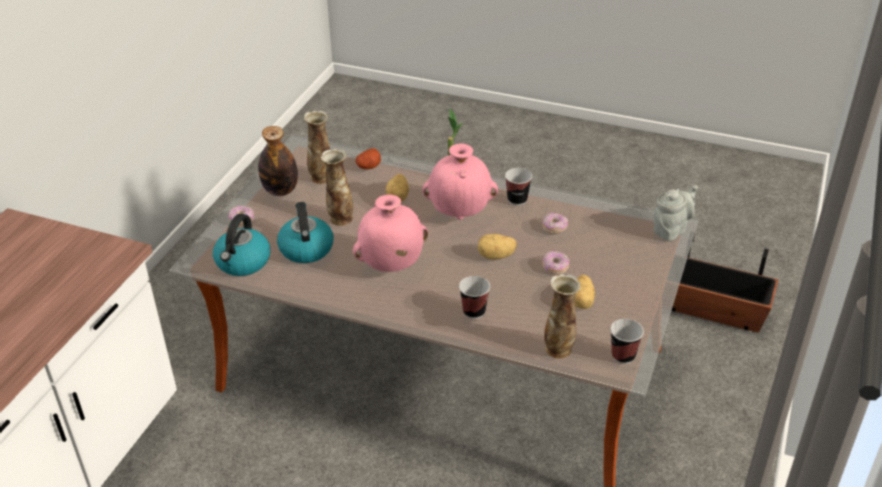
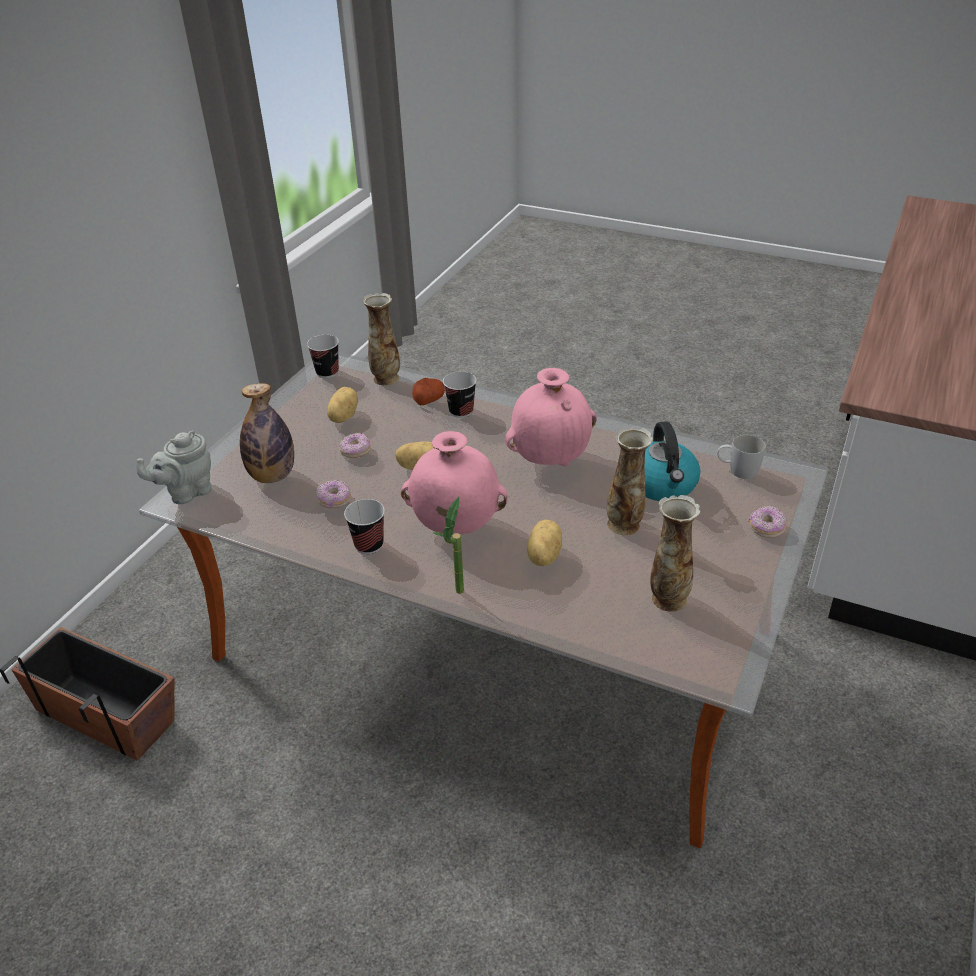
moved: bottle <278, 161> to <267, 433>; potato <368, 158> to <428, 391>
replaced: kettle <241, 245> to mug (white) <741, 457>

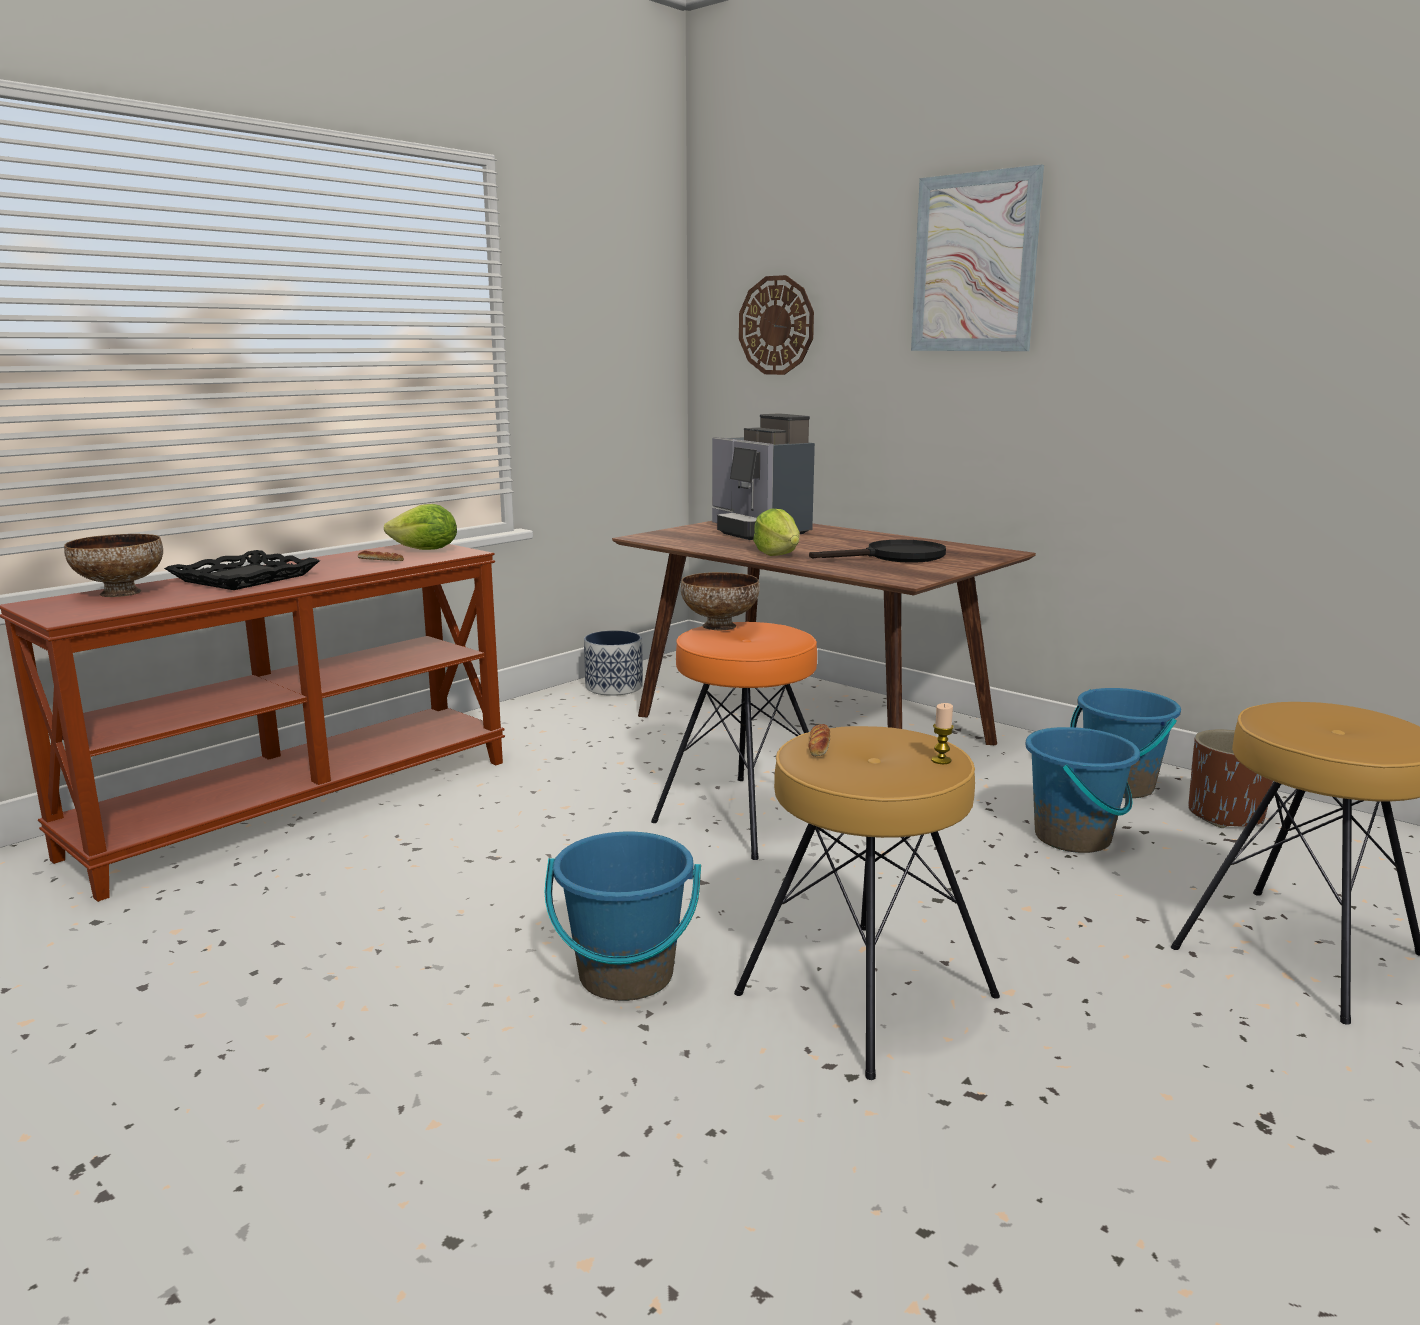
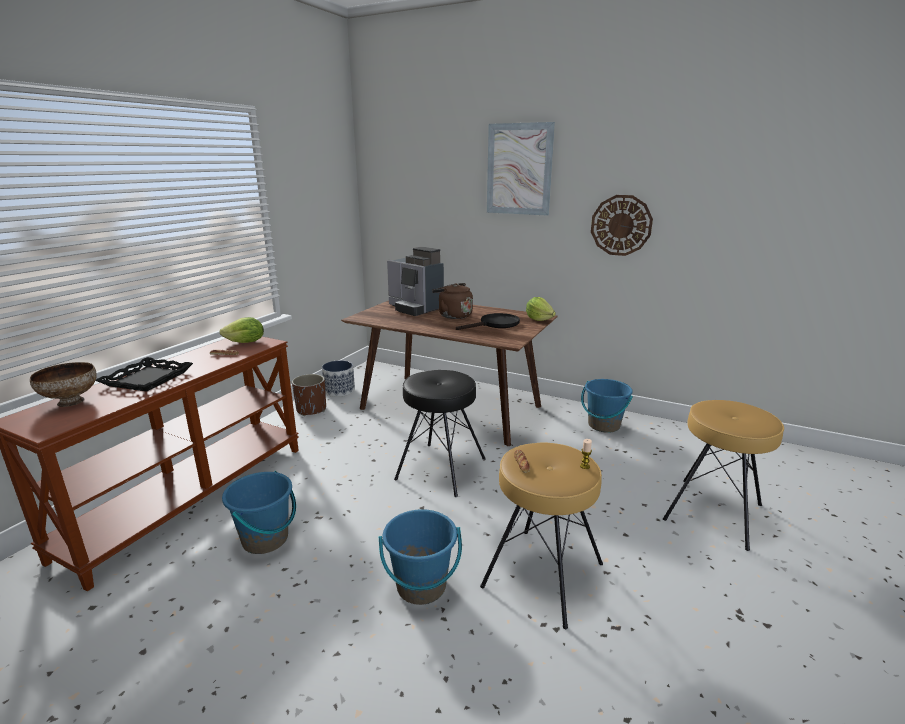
removed: bowl <720, 601>
added: kettle (brown) <452, 301>
moved: wall clock <776, 325> to <622, 225>; lettuce <776, 532> to <541, 309>; bucket (blue) <1082, 790> to <259, 512>; planter (brown) <1231, 778> to <309, 395>
recoloured: stool (orange) <734, 741> to stool (black) <439, 433>

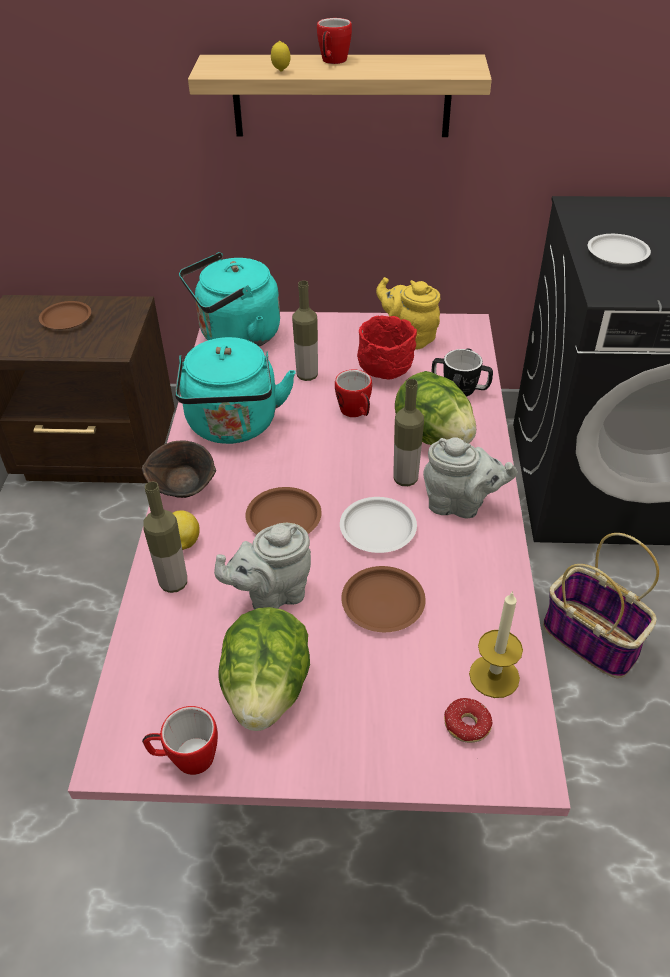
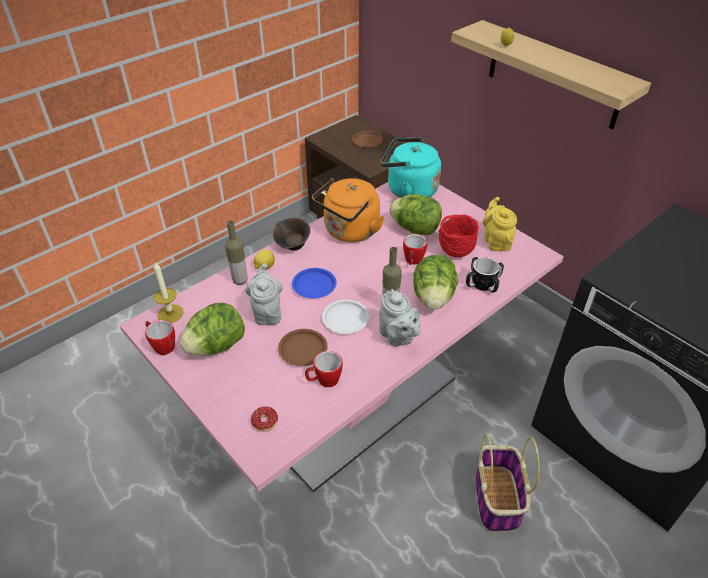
removed: plate (white) <619, 249>
moved: mug <334, 41> to <324, 369>; candle <496, 644> to <169, 292>
replaced: bottle <305, 330> to lettuce <415, 214>
recoloured: kettle (turquoise) <235, 390> to kettle (orange) <348, 210>; plate (brown) <284, 510> to plate (blue) <314, 283>
turned: teapot (grey) <262, 566> = <264, 294> 60 degrees clockwise

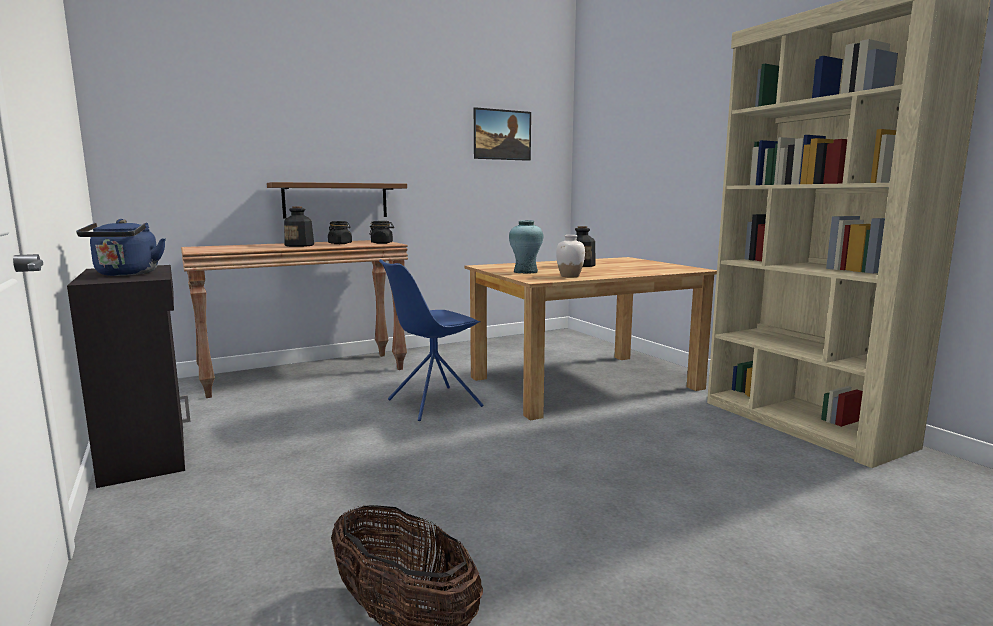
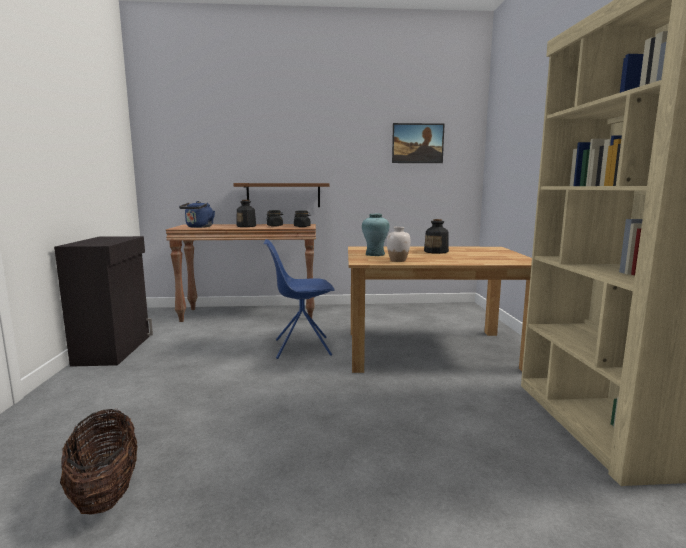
moved: kettle (blue) <121, 247> to <197, 214>

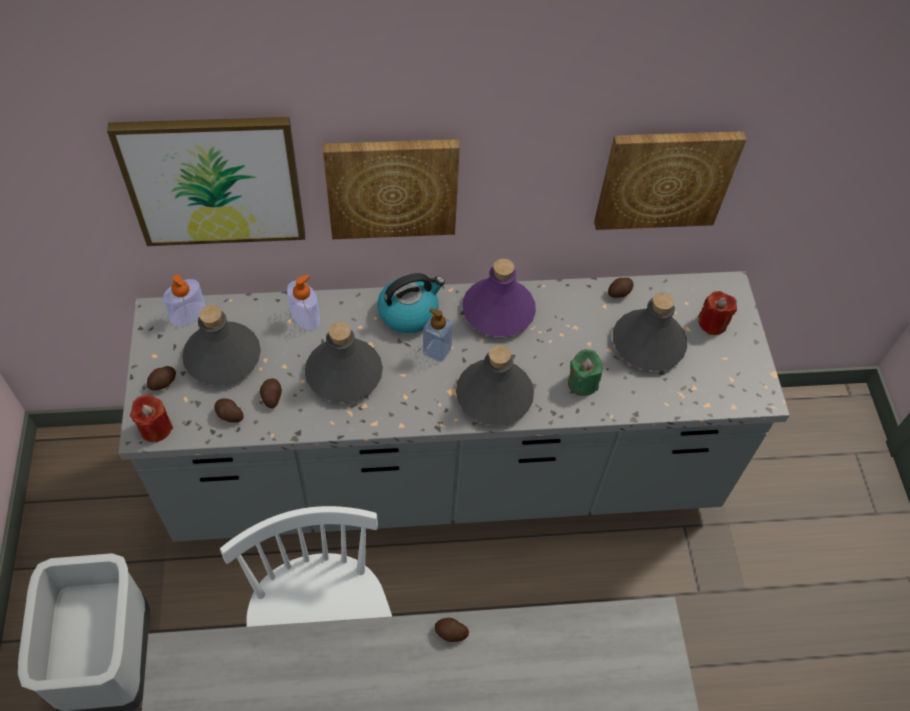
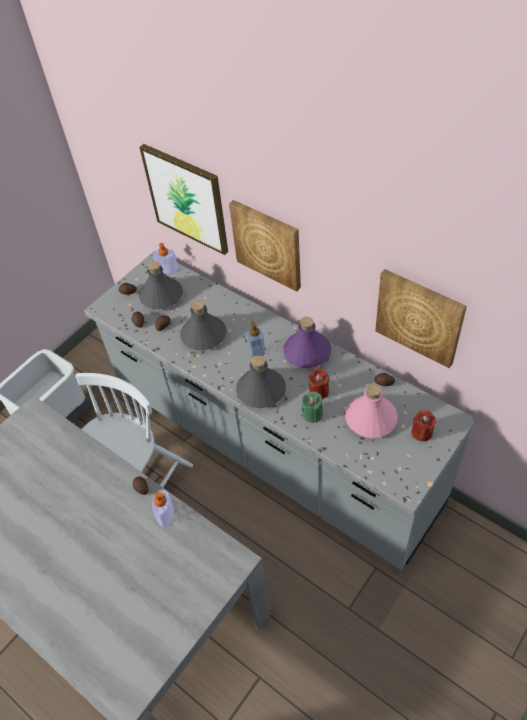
removed: kettle <411, 303>
moved: candle (red) <151, 418> to <319, 383>; soap dispenser <303, 302> to <163, 508>
recoloured: bottle (grey) <650, 331> to bottle (pink) <371, 410>

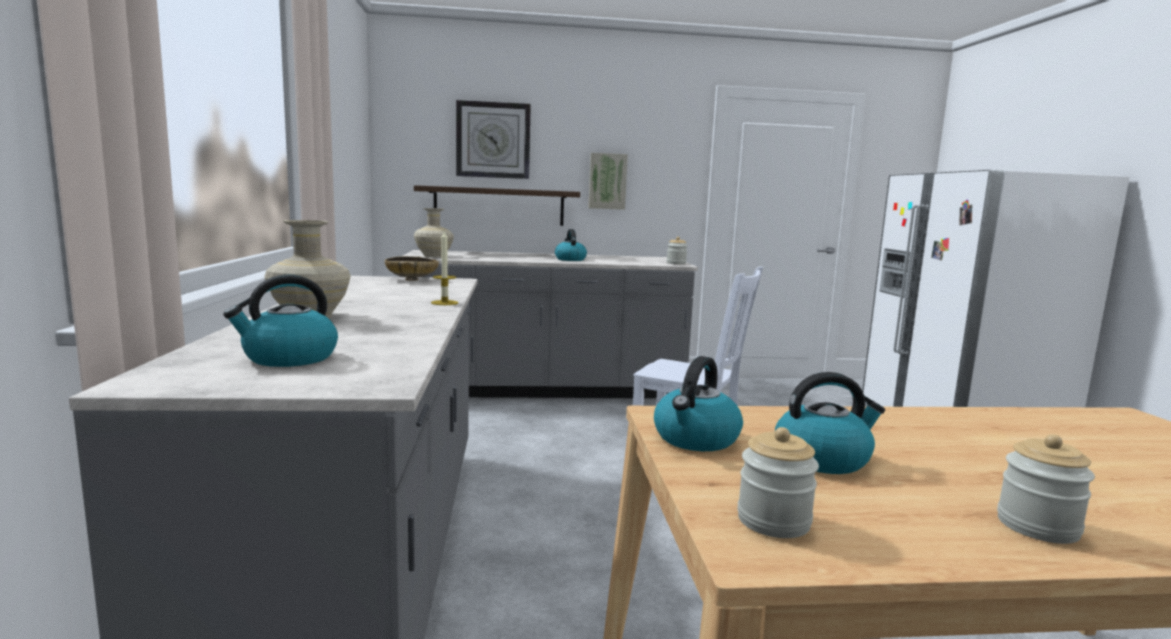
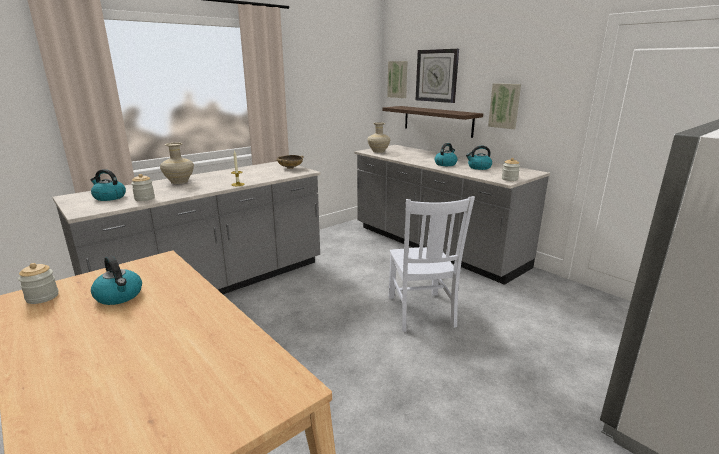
added: picture <397, 79>
moved: kettle <698, 403> to <479, 158>; jar <1046, 489> to <143, 187>

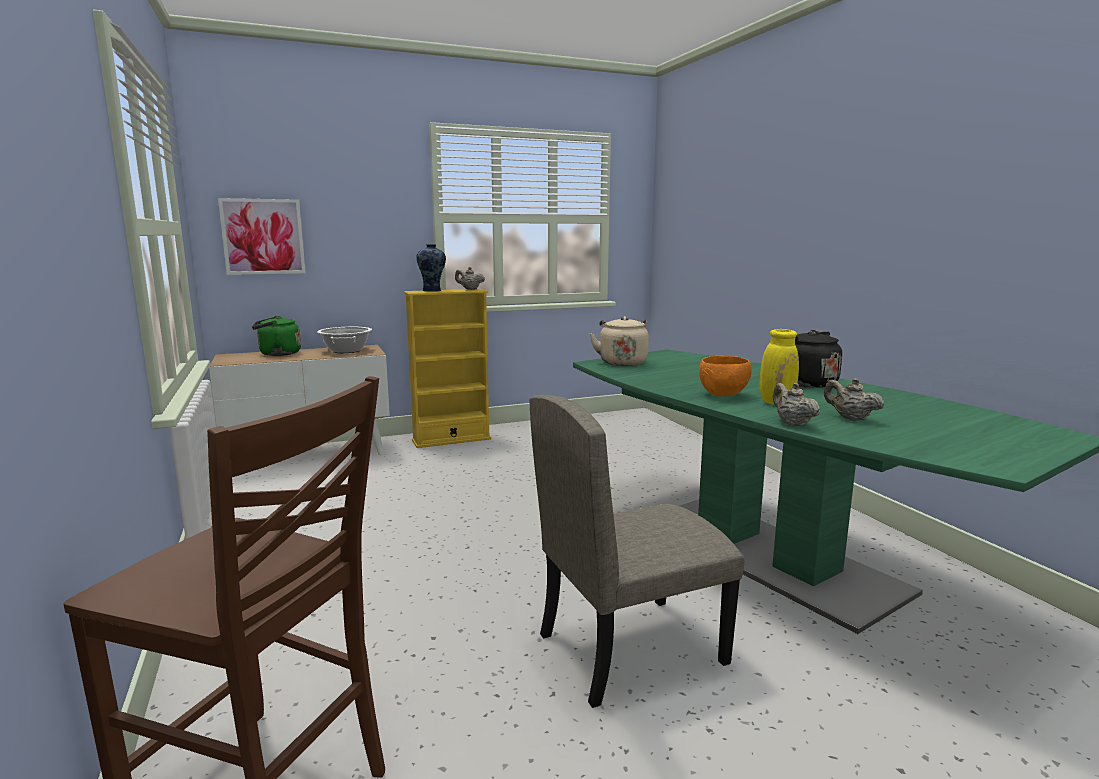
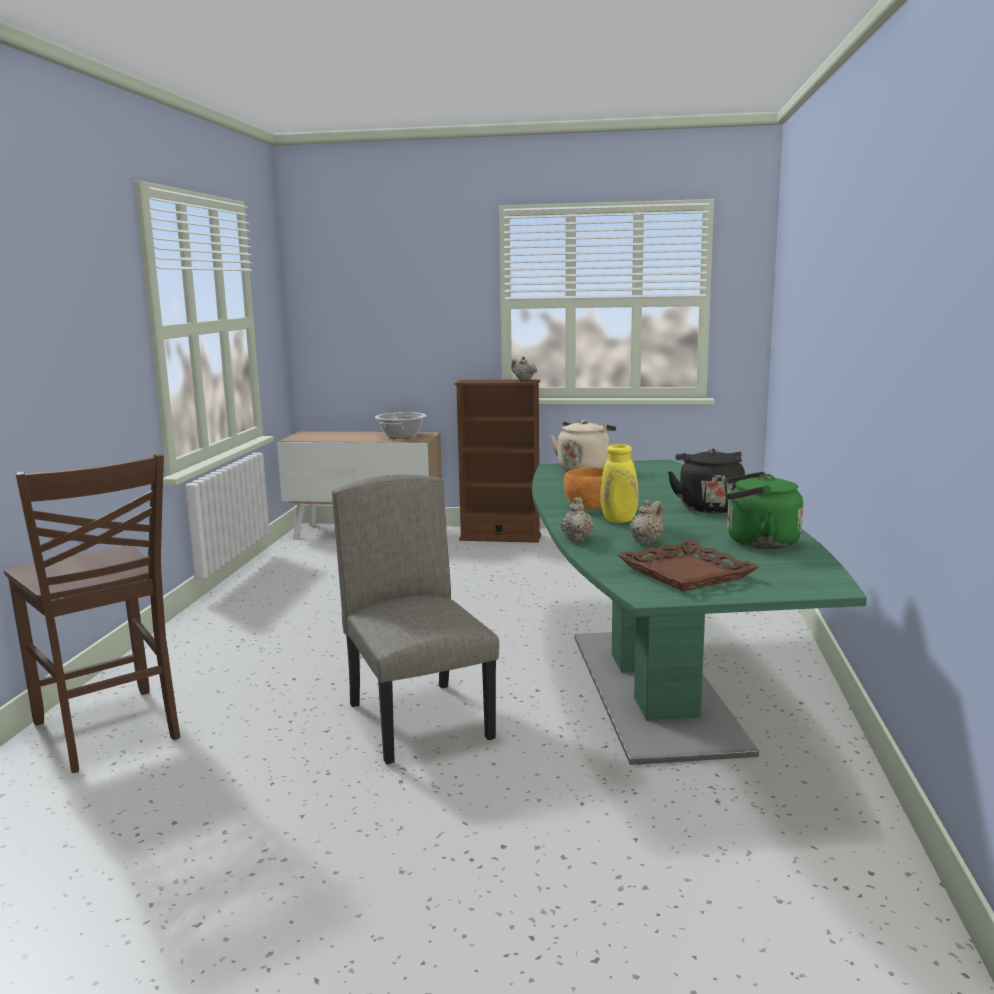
removed: picture <262, 236>; vase <431, 268>
added: tray (brown) <688, 565>
moved: kettle (green) <276, 336> to <763, 510>
recoloured: bookcase (yellow) <447, 368> to bookcase (brown) <498, 461>
turned: chair (beige) <636, 551> = <415, 619> 60 degrees clockwise; teapot (beige) <854, 399> = <647, 522> 45 degrees clockwise

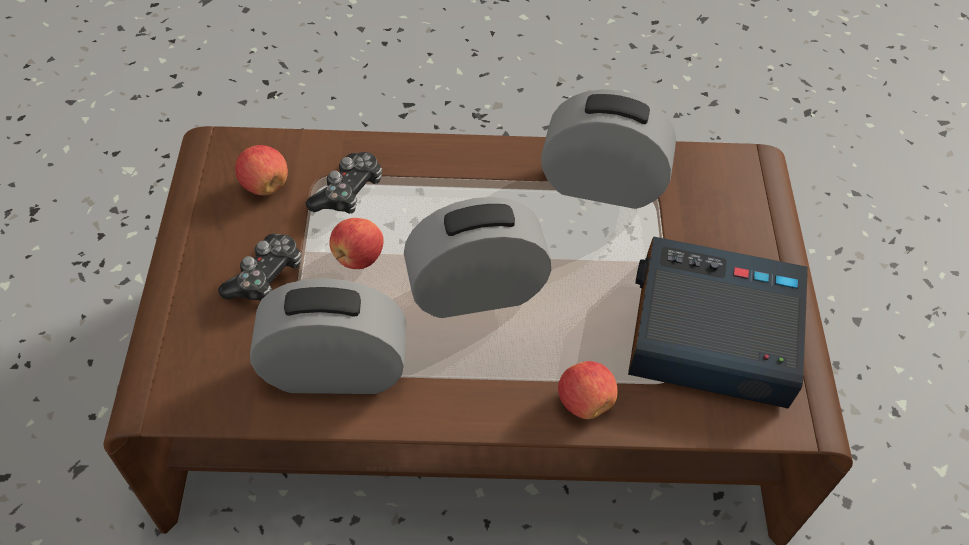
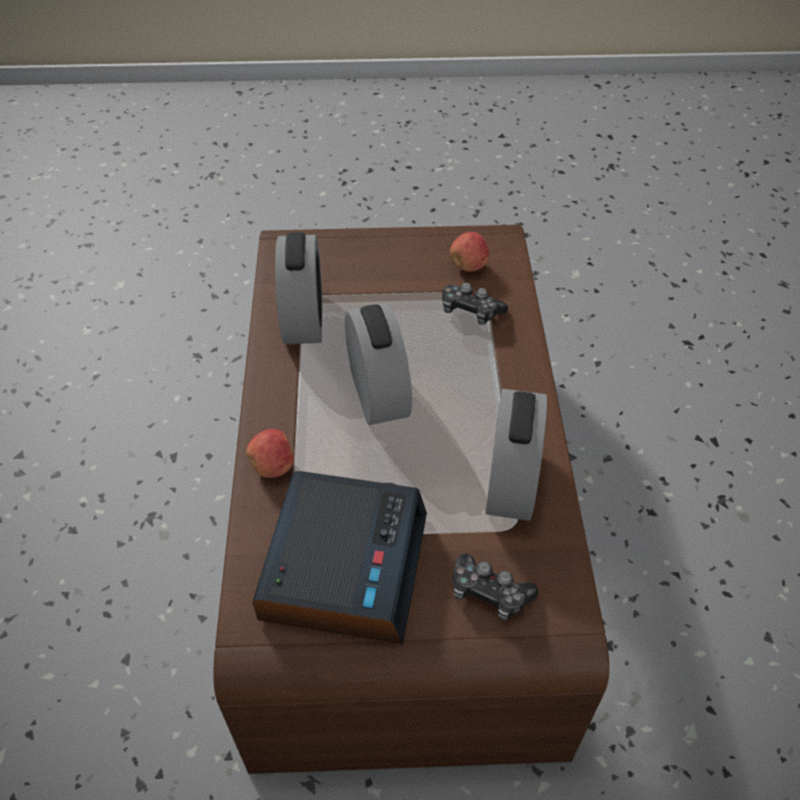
removed: apple <356, 243>
moved: game controller <259, 267> to <495, 587>

